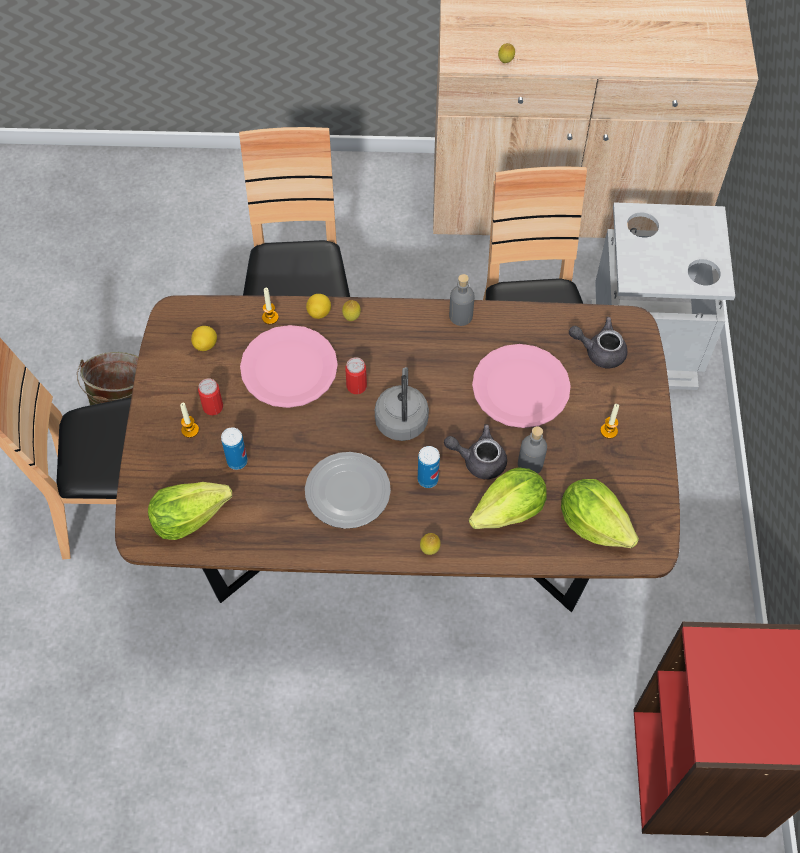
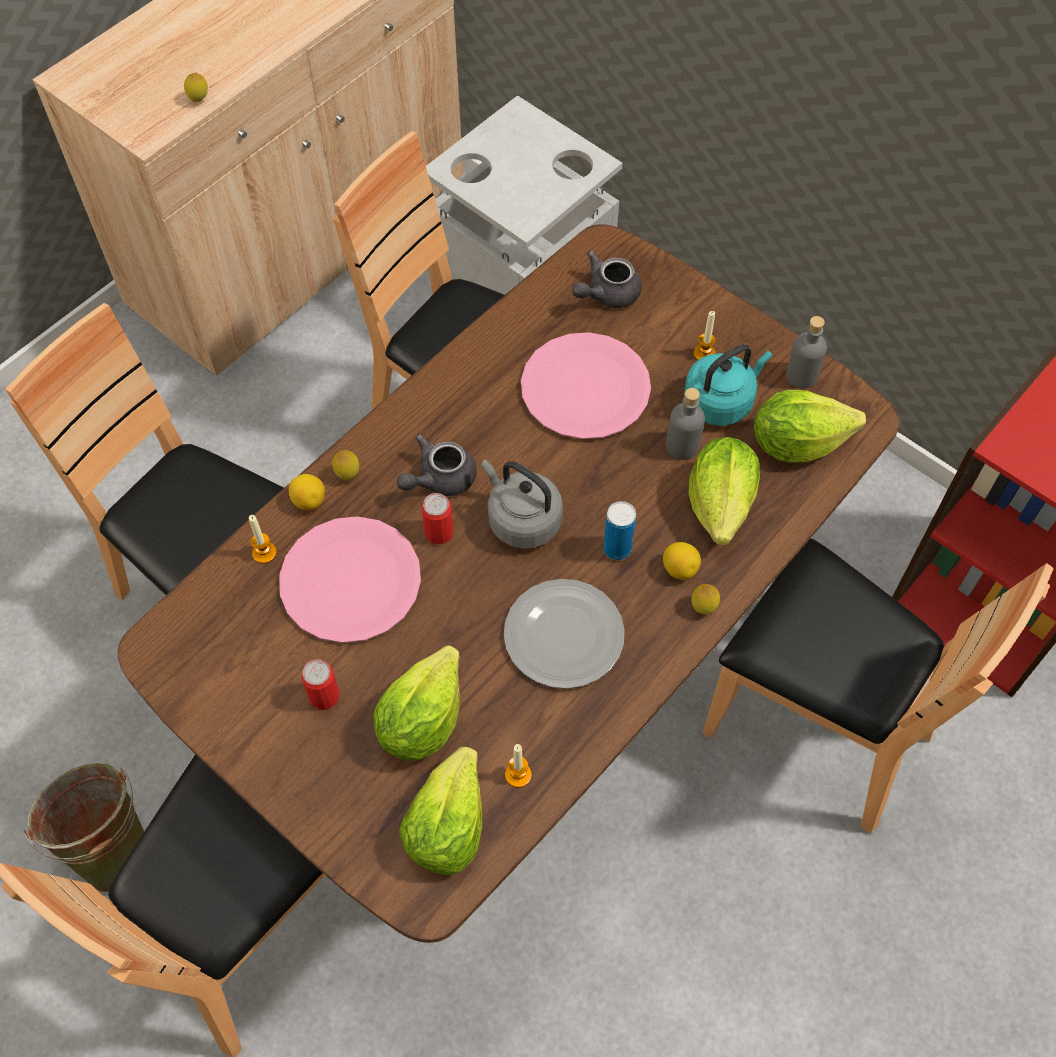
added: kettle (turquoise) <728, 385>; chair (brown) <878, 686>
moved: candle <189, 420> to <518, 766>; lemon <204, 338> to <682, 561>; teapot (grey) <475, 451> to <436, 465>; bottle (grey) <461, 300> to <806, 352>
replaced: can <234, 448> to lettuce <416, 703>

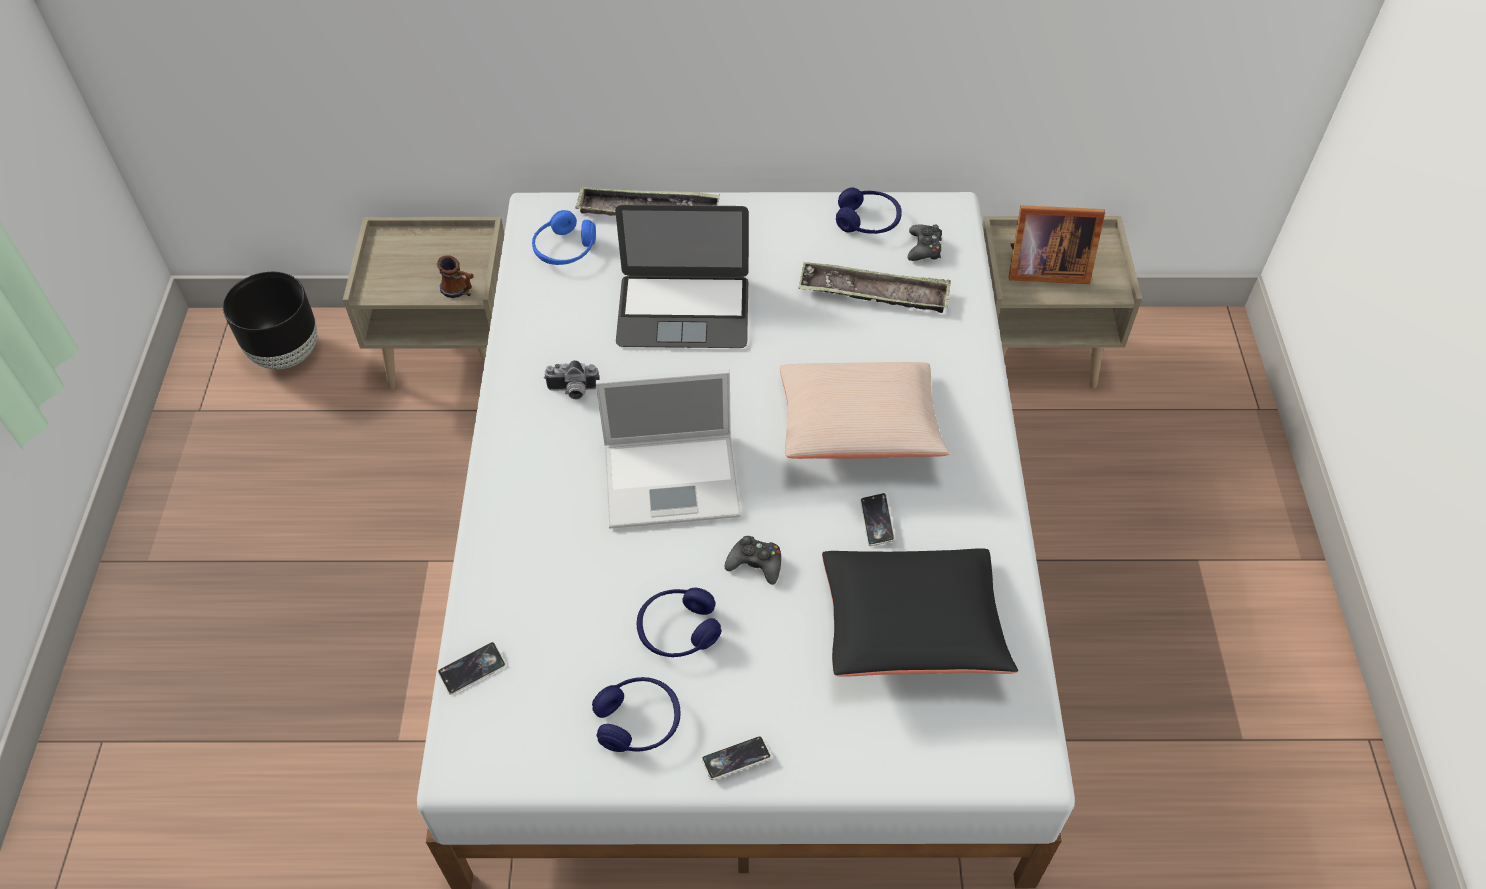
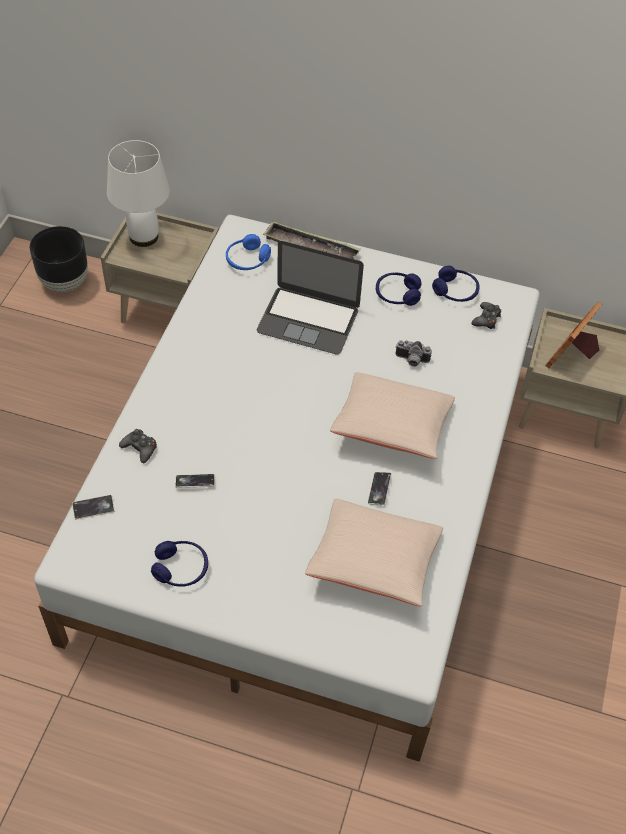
removed: mug <455, 276>; laptop <668, 448>; tray <875, 287>
added: table lamp (white) <138, 193>
moved: photo camera <572, 379> to <414, 353>; headphones (blue) <679, 622> to <398, 289>; phone <736, 758> to <195, 481>; game controller (black) <753, 560> to <138, 446>
recoloured: pillow (black) <920, 612> to pillow (beige) <374, 553>
turned: picture frame <1057, 244> = <573, 334> 105 degrees clockwise

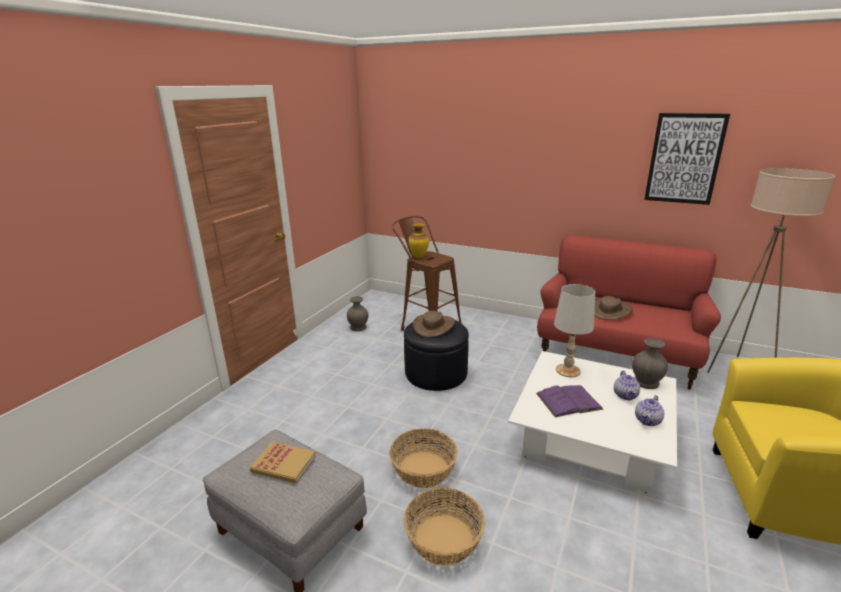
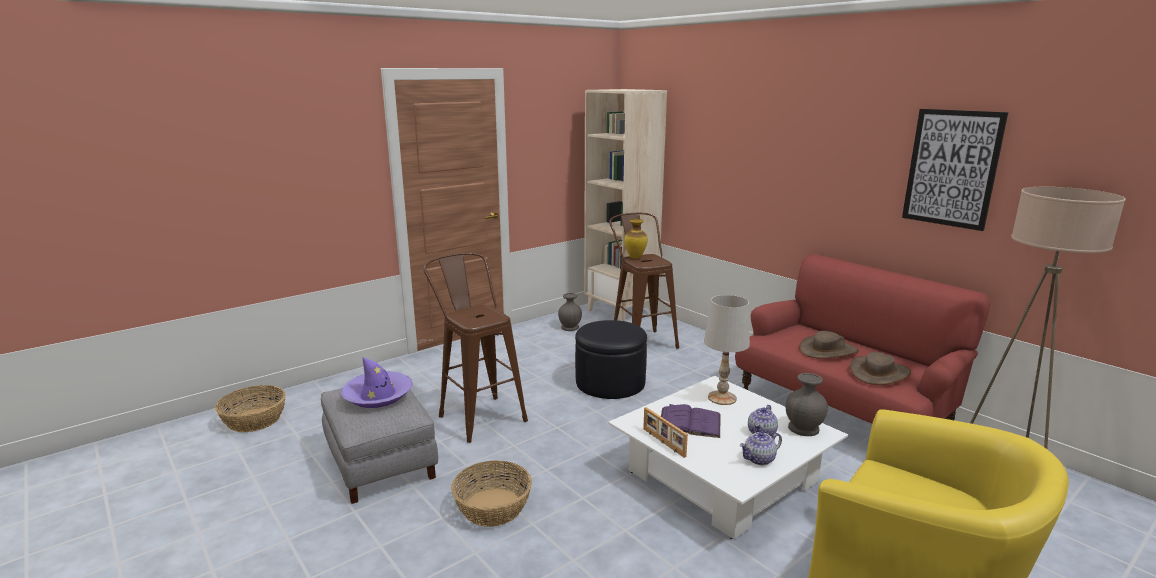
added: stool (brown) <475, 348>; bookcase (beige) <625, 205>; picture frame <665, 432>
moved: basket <423, 458> to <250, 408>; hat (brown) <434, 324> to <880, 368>
replaced: book <283, 463> to hat (purple) <376, 382>

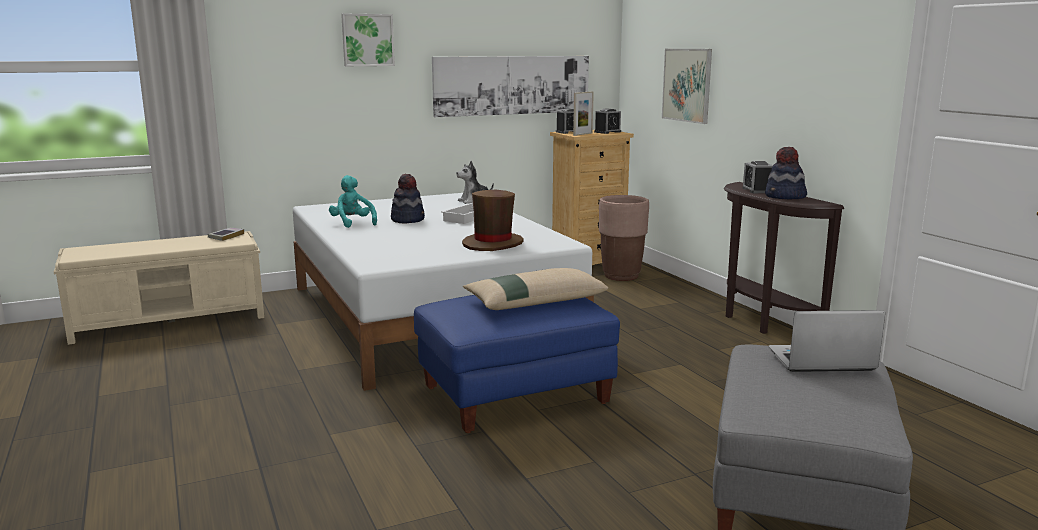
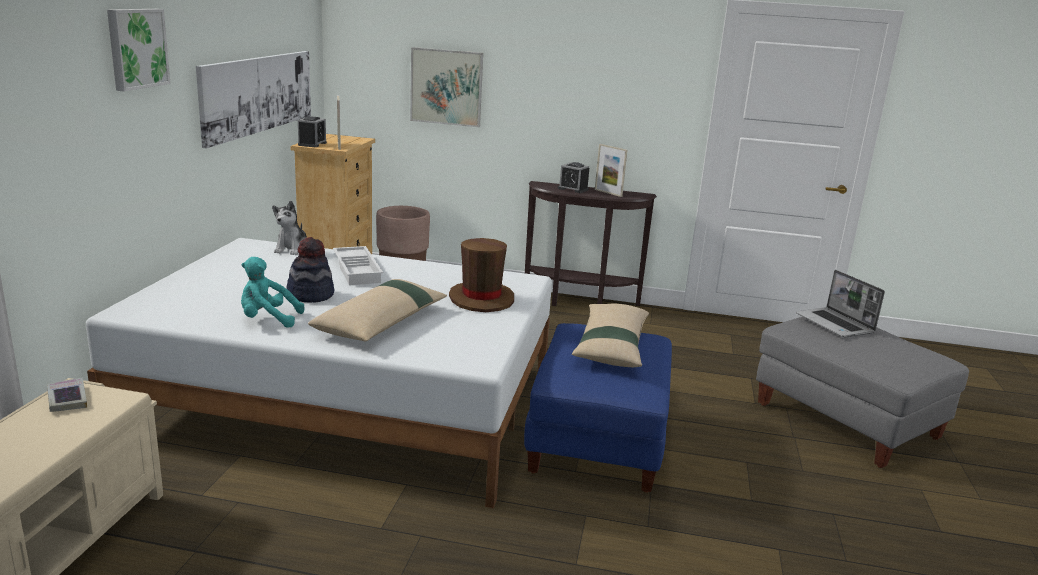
removed: alarm clock <607, 121>
added: pillow (beige) <377, 310>
replaced: hat <786, 173> to picture frame <611, 170>
turned: laptop <826, 341> = <840, 303> 60 degrees counterclockwise

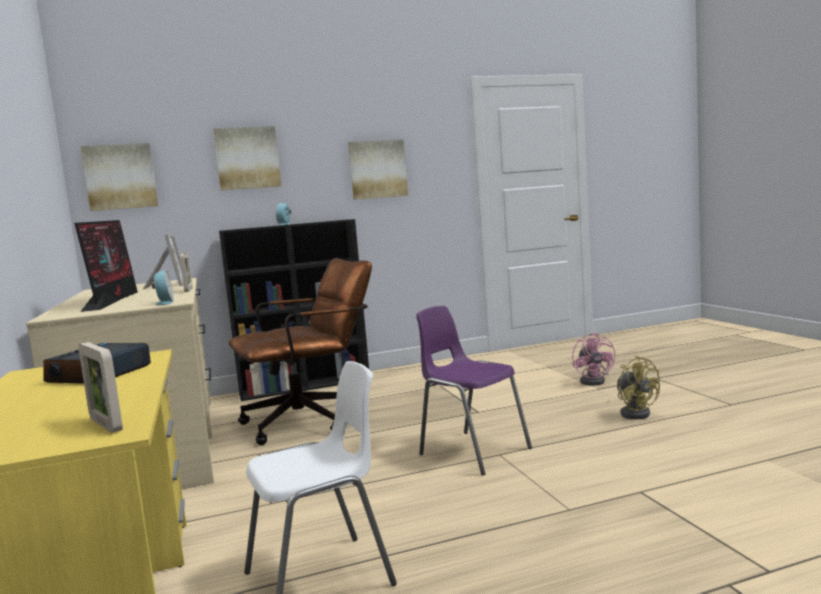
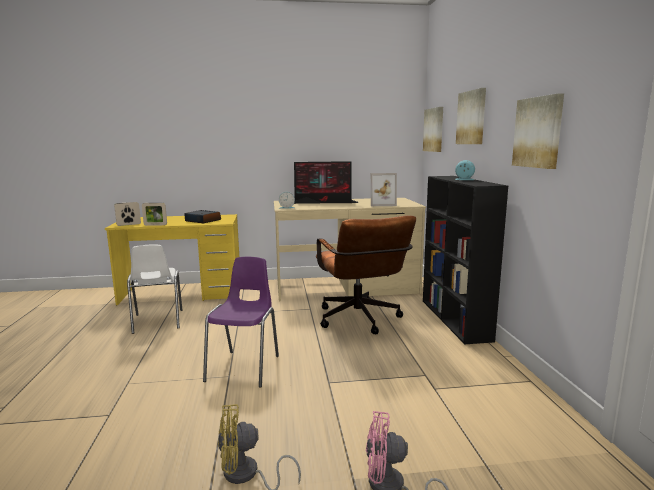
moved: picture frame <186, 272> to <154, 214>
turned: chair (purple) <474, 391> = <241, 322> 45 degrees counterclockwise

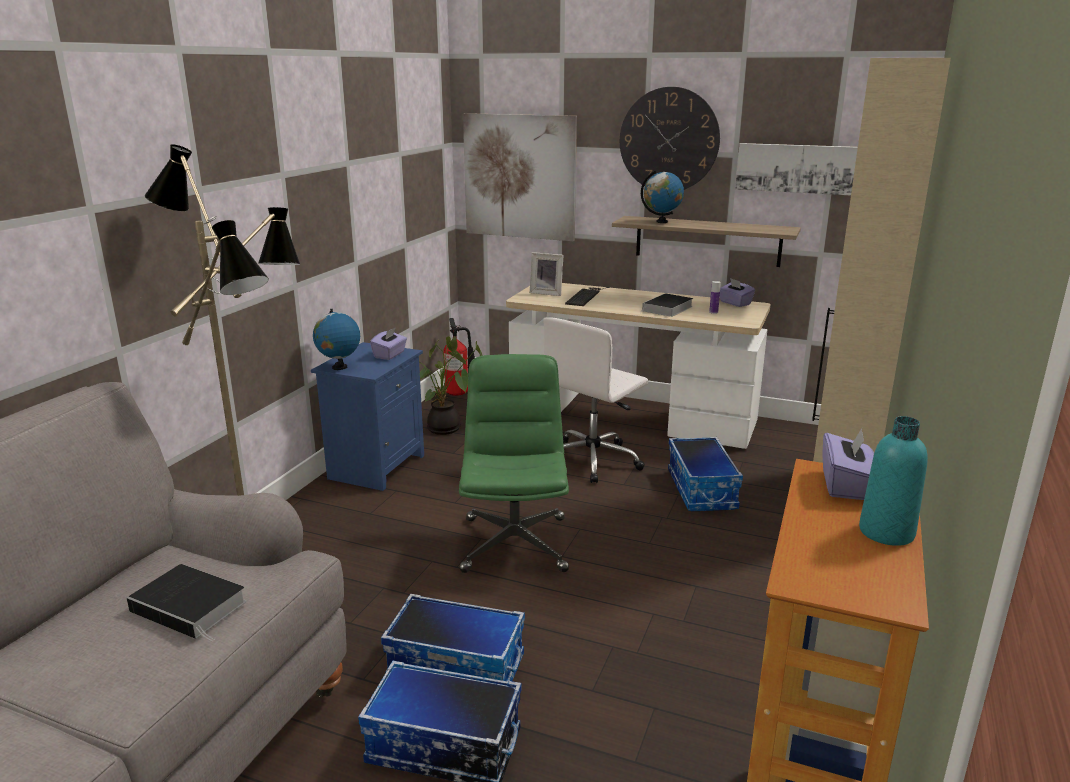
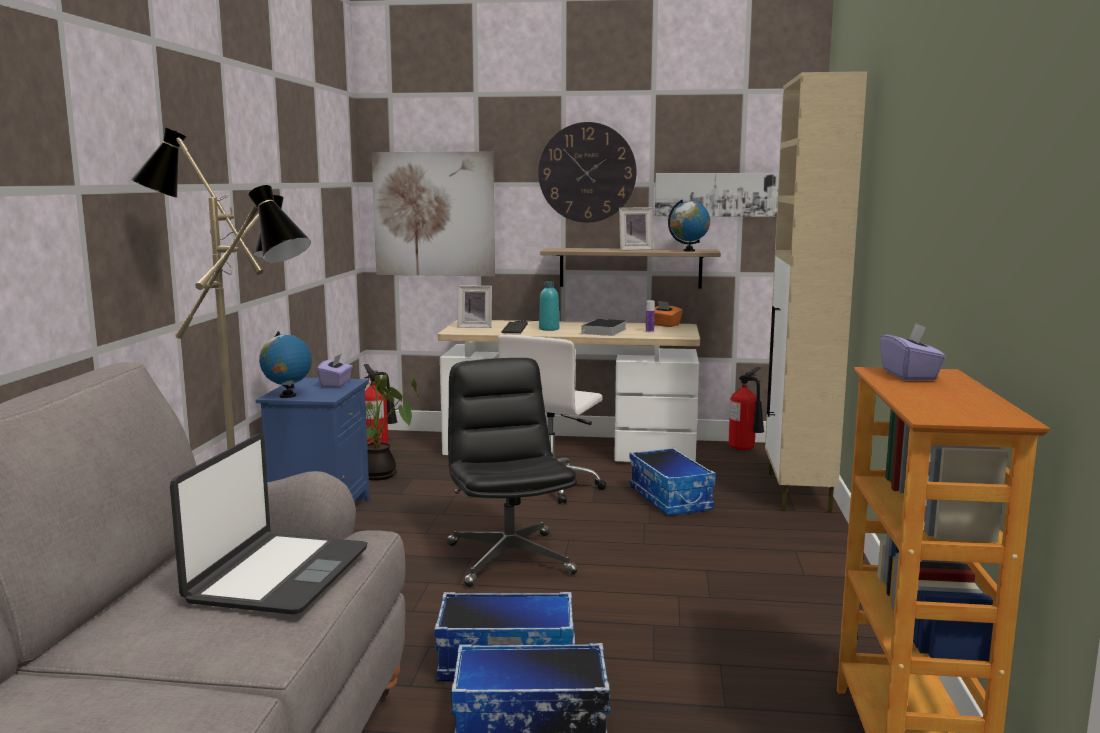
added: picture frame <636, 229>; fire extinguisher <746, 408>
moved: globe <662, 196> to <689, 226>; bottle (turquoise) <893, 481> to <549, 306>
replaced: book <186, 603> to laptop <268, 523>
recoloured: office chair (green) <514, 463> to office chair (black) <512, 472>; tissue box (purple) <737, 292> to tissue box (orange) <668, 314>

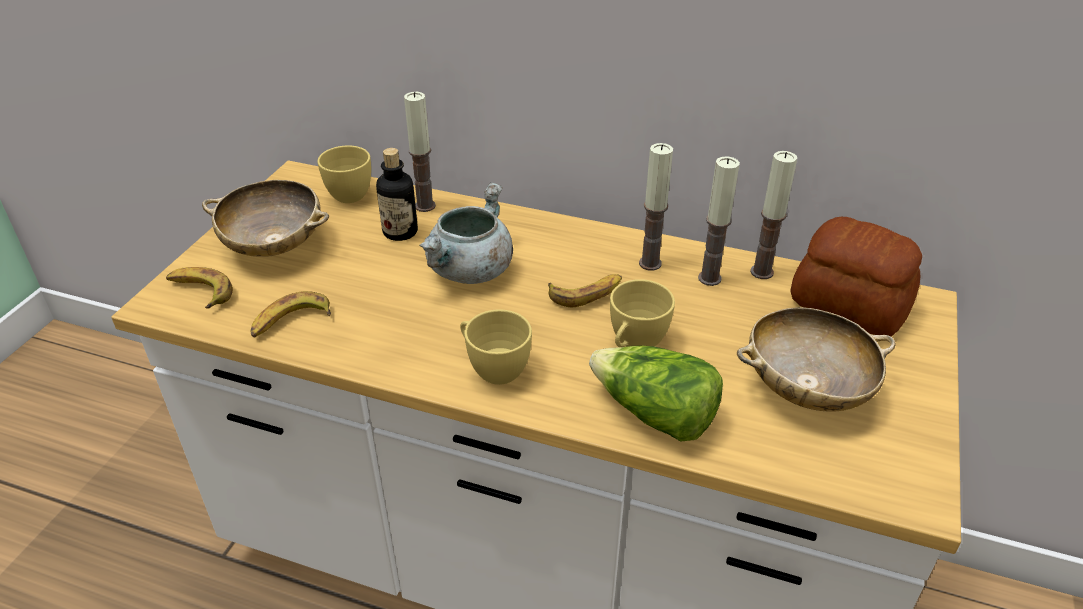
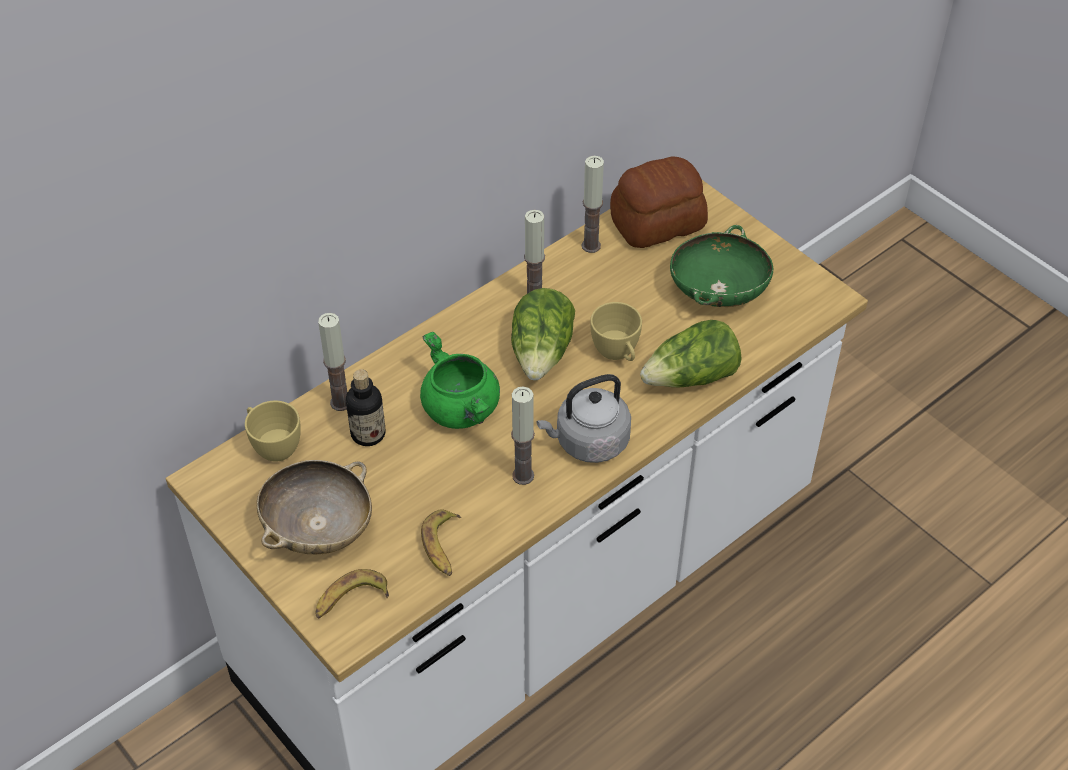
moved: candle <719, 221> to <523, 436>
replaced: cup (yellow) <496, 347> to kettle (grey) <583, 418>; banana <585, 290> to lettuce <543, 334>
recoloured: cooking pot (grey) <466, 233> to cooking pot (green) <460, 380>; bowl (beige) <816, 359> to bowl (green) <721, 266>

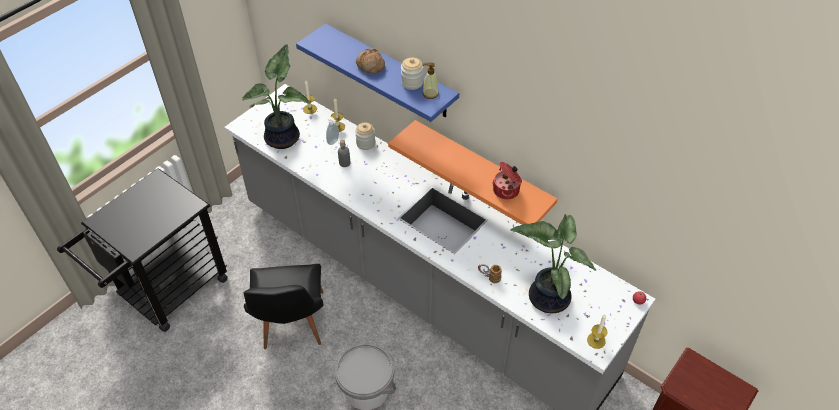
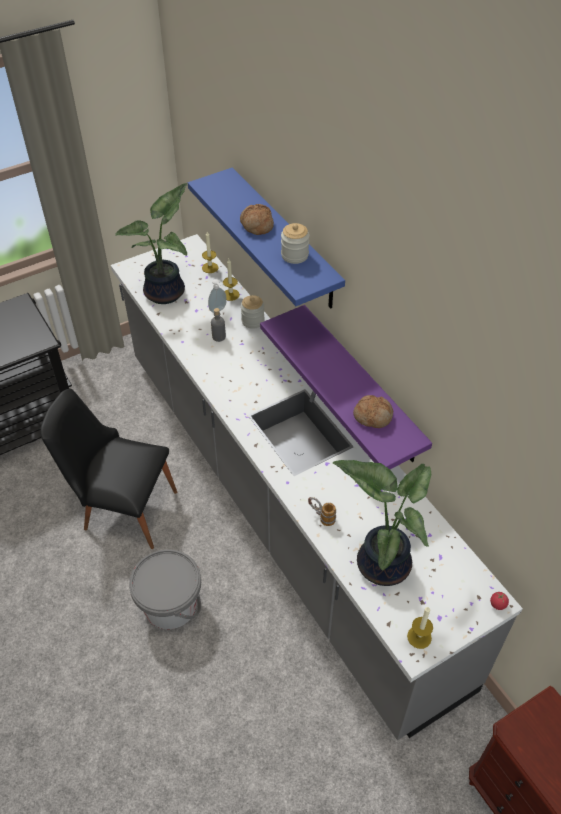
removed: soap dispenser <430, 80>
replaced: cooking pot <507, 180> to bread <373, 411>
recoloured: shelf (orange) <472, 172> to shelf (purple) <346, 387>
turned: chair (black) <284, 306> = <108, 469> 90 degrees clockwise

